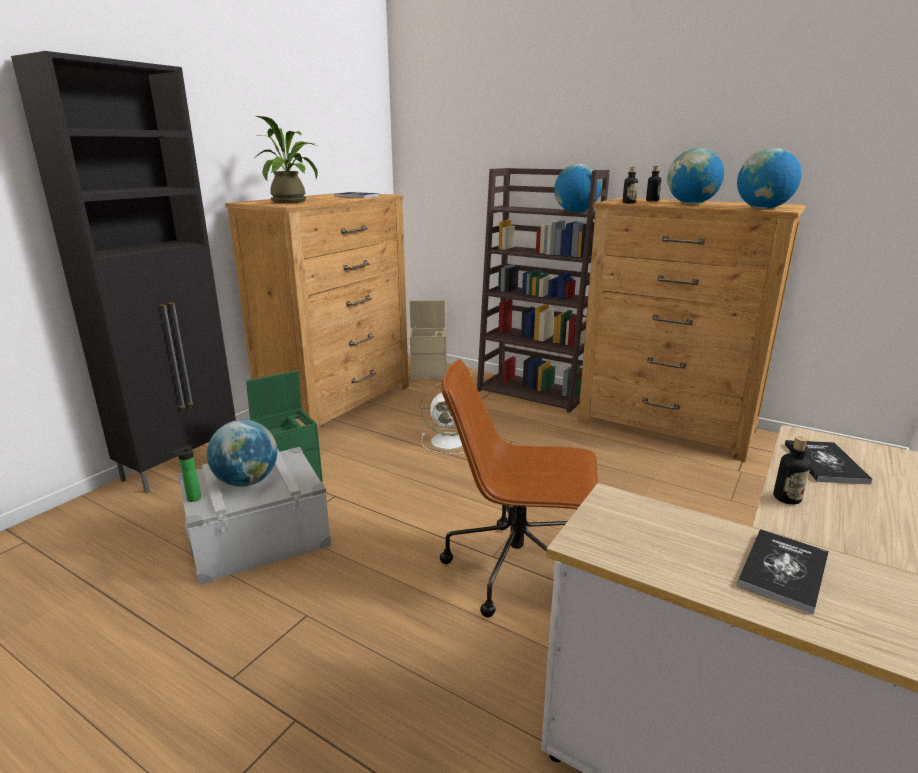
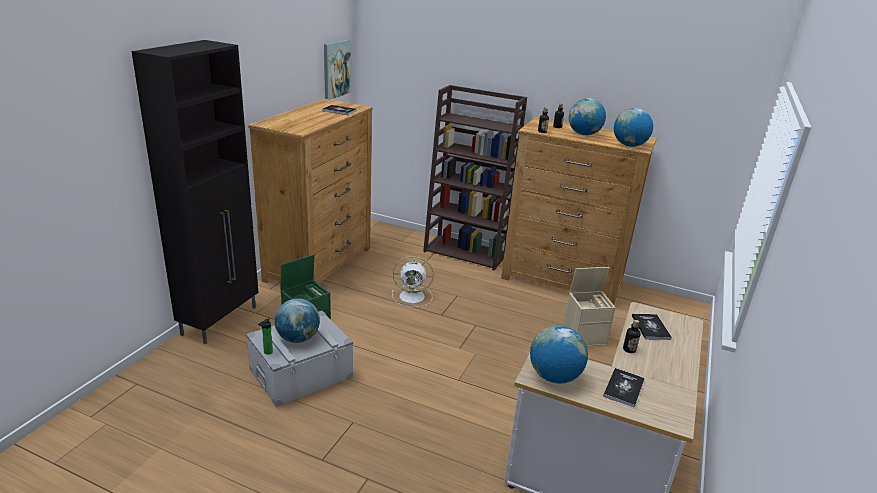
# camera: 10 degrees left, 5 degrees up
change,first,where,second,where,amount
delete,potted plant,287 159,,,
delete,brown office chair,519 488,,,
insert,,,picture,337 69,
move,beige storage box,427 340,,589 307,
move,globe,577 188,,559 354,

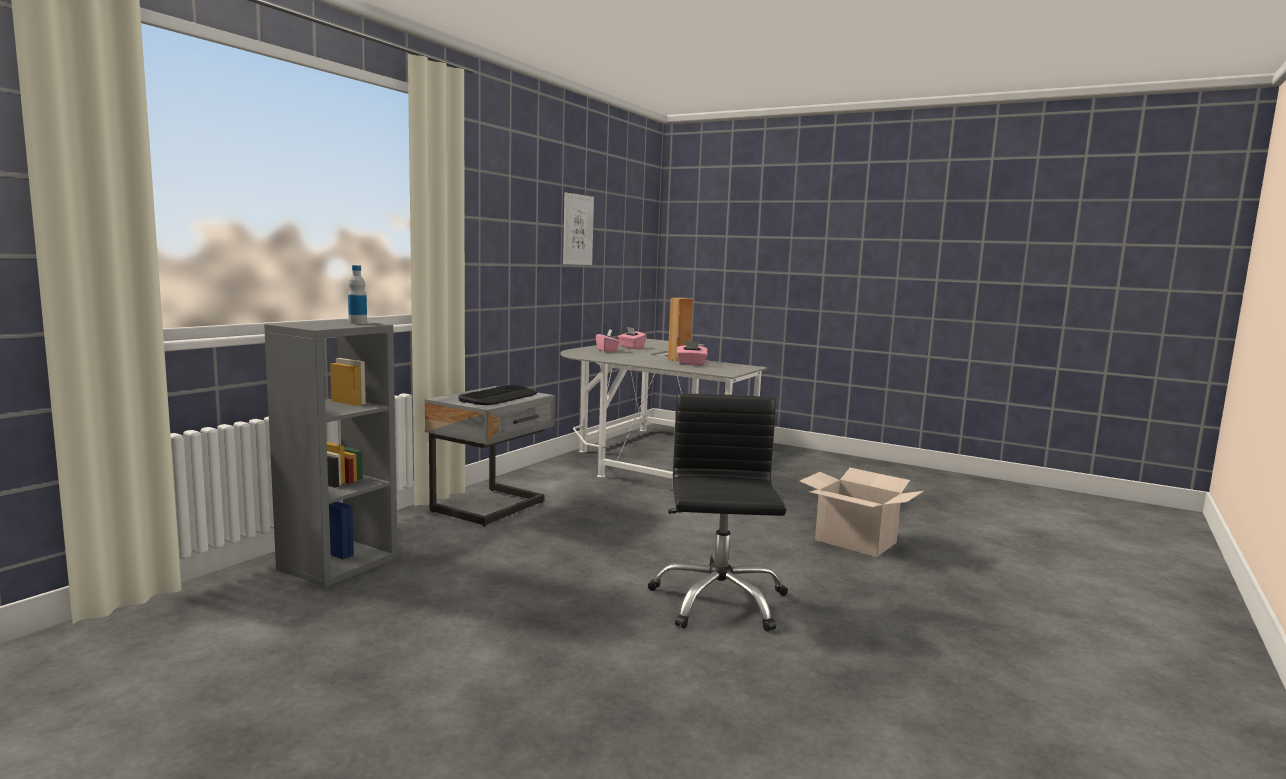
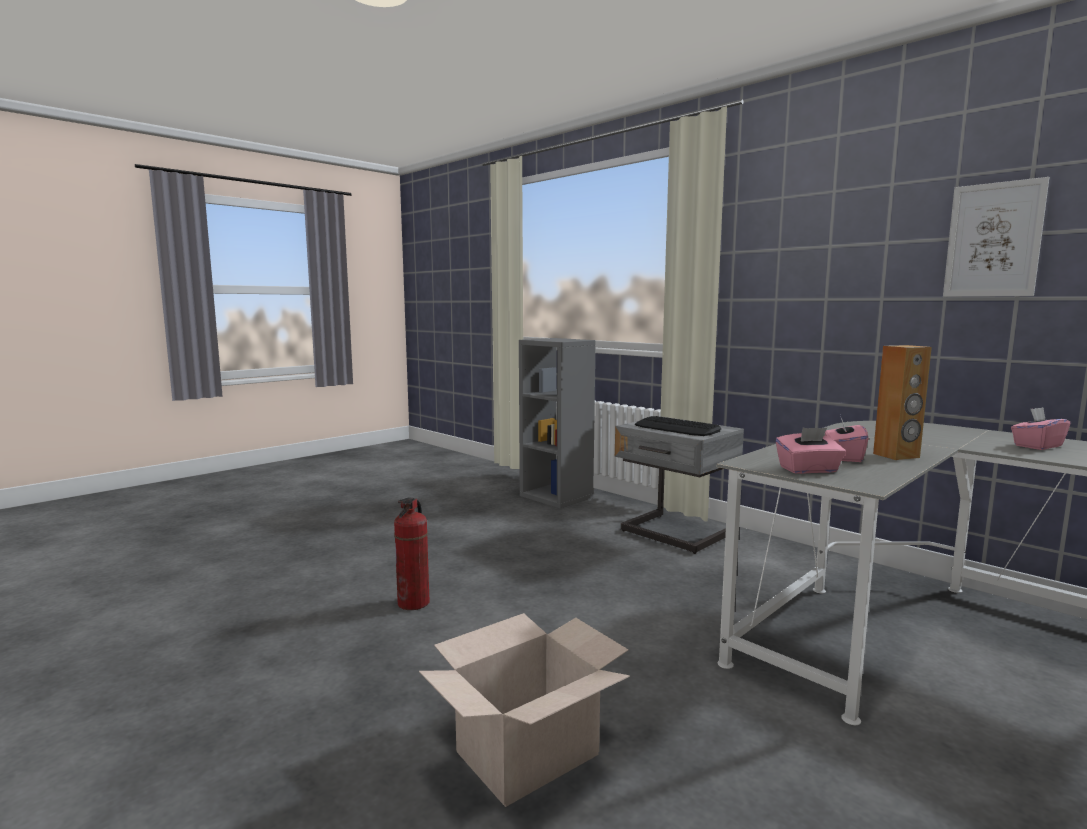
# camera: 105 degrees right, 0 degrees up
change,first,where,second,where,amount
delete,bottle,357 294,,,
move,pink tissue box,608 340,,811 451,
replace,black office chair,718 513,fire extinguisher,412 553,

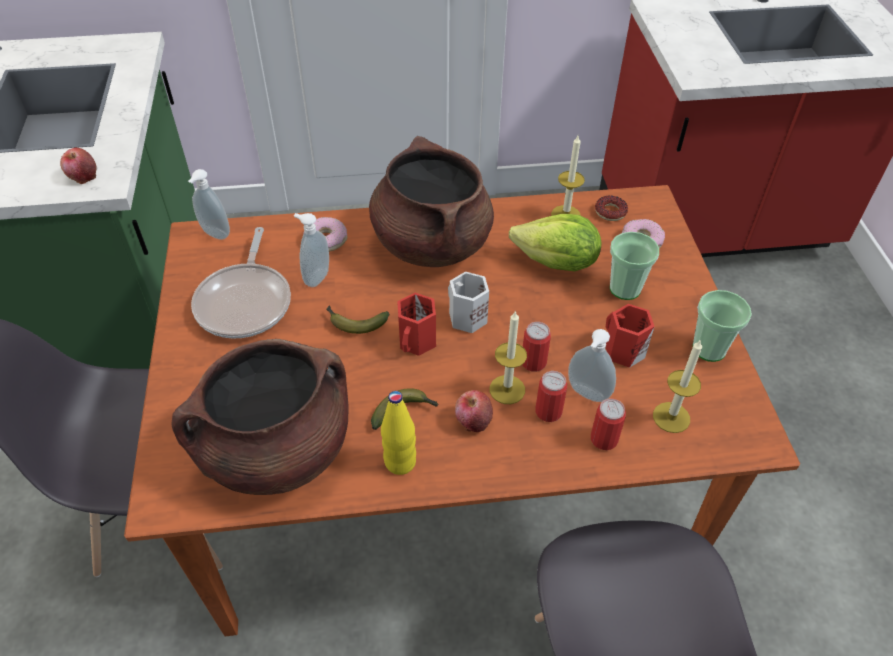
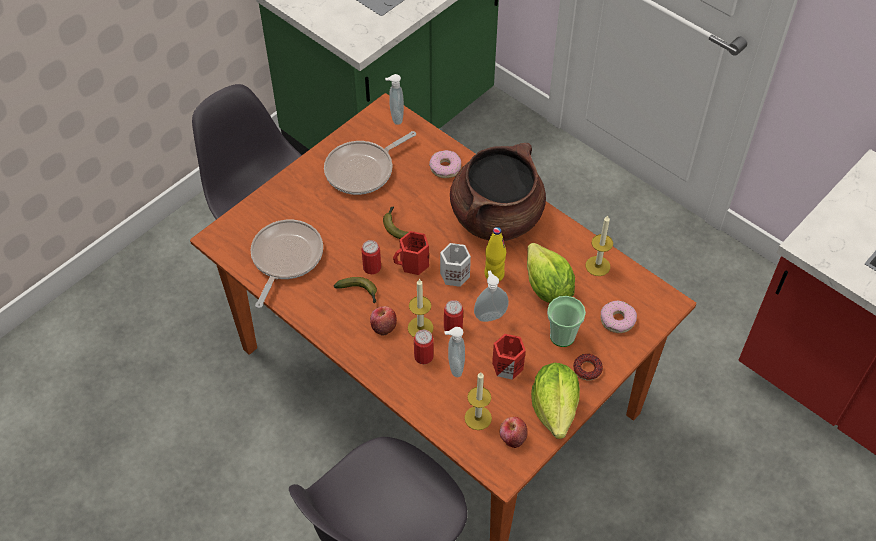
# camera: 50 degrees right, 5 degrees up
change,first,where,second,where,amount
move,apple,78 166,,513 432,
move,soap dispenser,311 250,,491 296,
move,yellow bottle,398 433,,495 254,
move,can,608 424,,371 257,
move,donut,611 208,,588 367,
replace,brown cooking pot,260 417,frying pan,286 264,
replace,cup,722 326,lettuce,555 401,

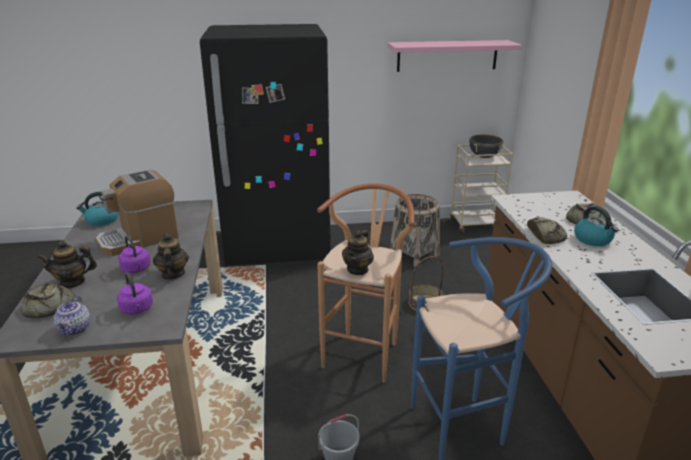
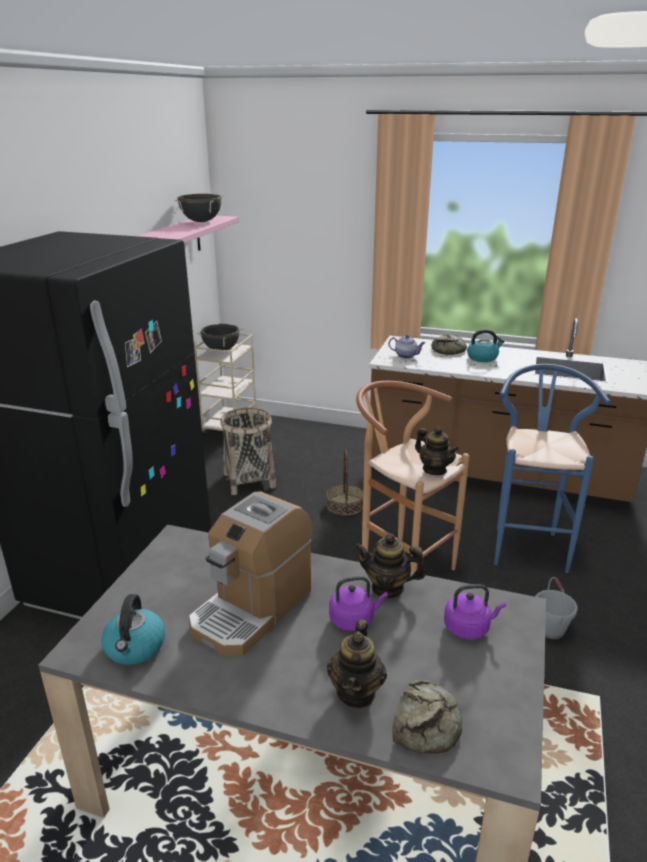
# camera: 65 degrees left, 0 degrees up
change,first,where,second,where,amount
delete,bread,547 230,,,
insert,,,black cooking pot,199 208,
move,teapot,71 316,,407 347,
rotate,coffee machine,137 213,,250 573,45 degrees clockwise

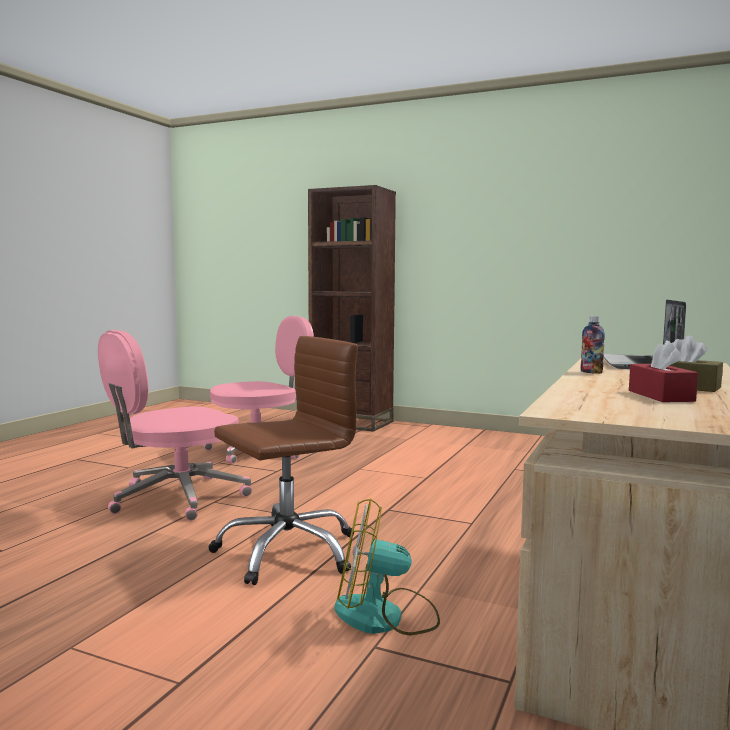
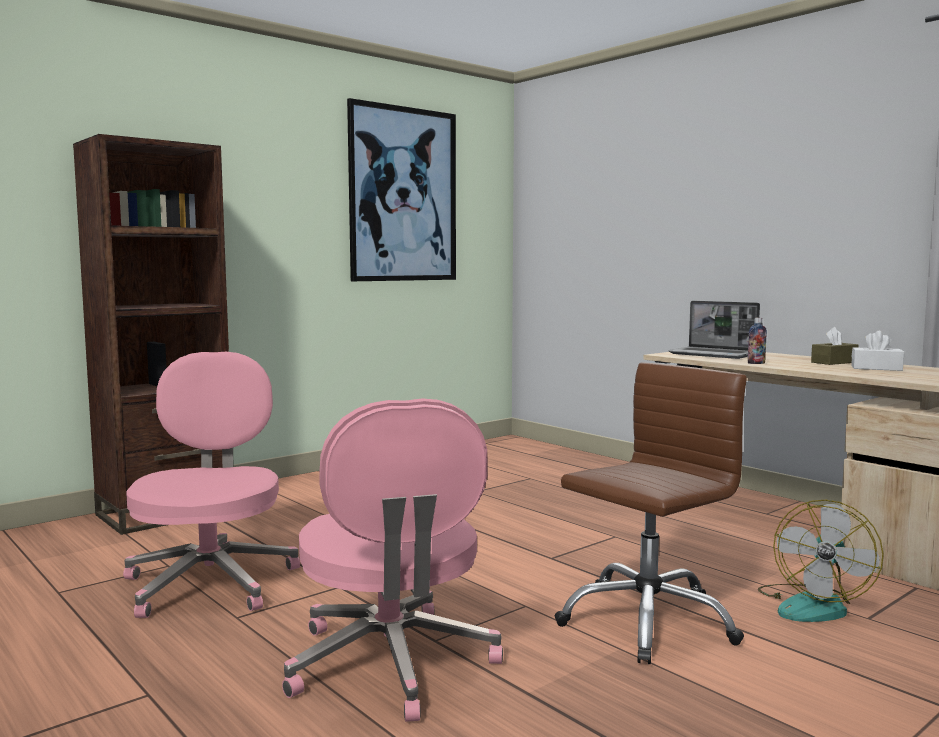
# camera: 65 degrees left, 0 degrees up
change,first,where,second,where,amount
insert,,,picture,401 189,
recolor,red tissue box,663 371,white tissue box,877 351,
rotate,brown office chair,283 460,,651 513,60 degrees clockwise

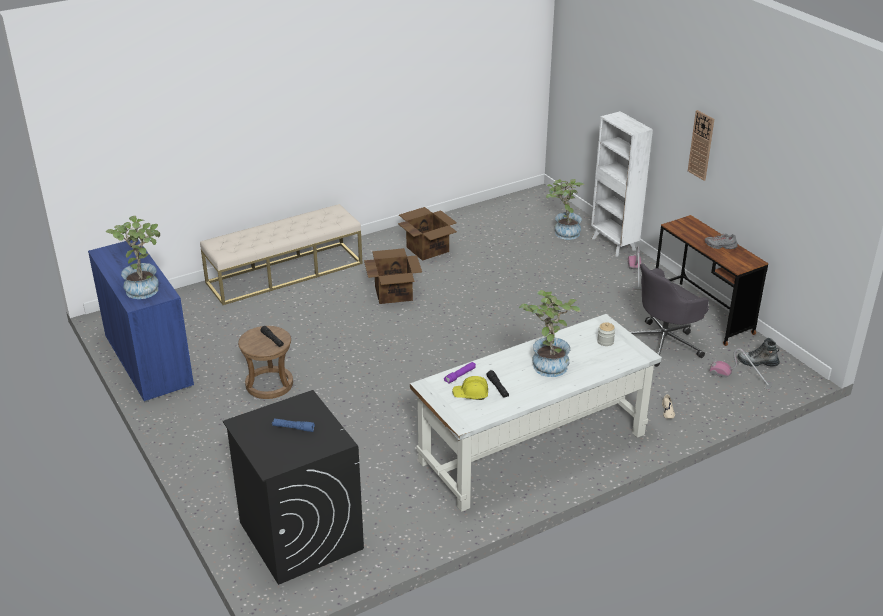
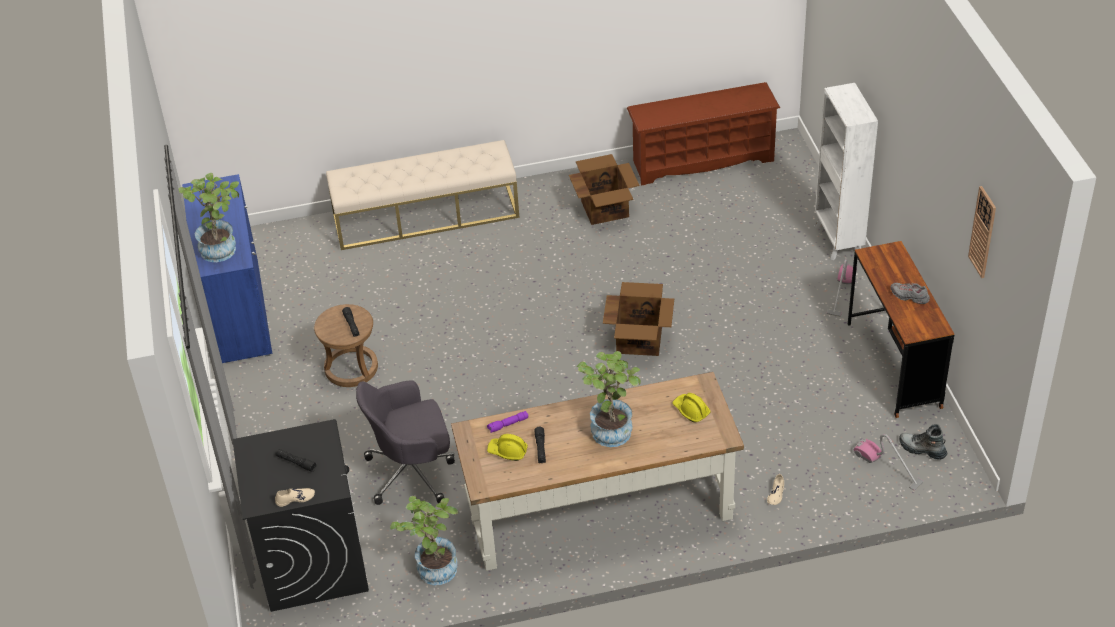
# camera: 20 degrees right, 10 degrees up
change,first,where,second,where,amount
insert,,,beige shoe,295 497,
insert,,,brown shoe rack,703 134,
move,cardboard box,393 276,,638 319,
move,potted plant,565 209,,424 540,
move,grey office chair,669 315,,405 442,
move,wall clock,701 145,,982 232,
replace,jar,606 334,yellow hard hat,691 408,
recolor,blue flashlight,293 425,black flashlight,296 460,
recolor,white desk,536 413,brown desk,597 471,

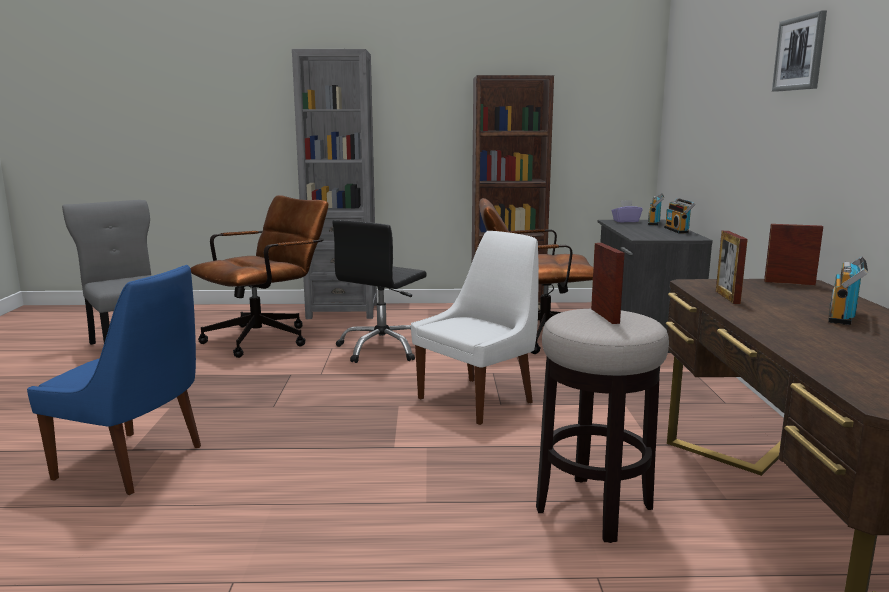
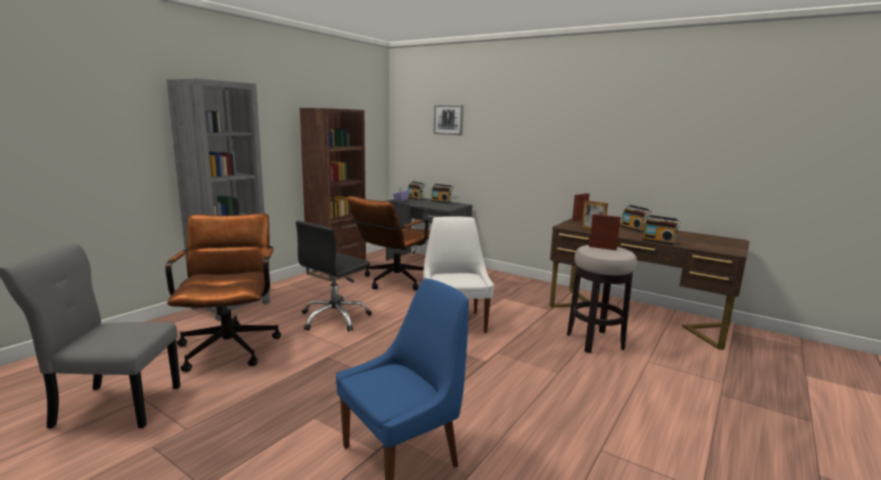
# camera: 55 degrees left, 0 degrees up
change,first,where,second,where,amount
insert,,,radio,661 230,
move,picture,799 51,,449 119,
rotate,black office chair,379 291,,334 276,60 degrees clockwise

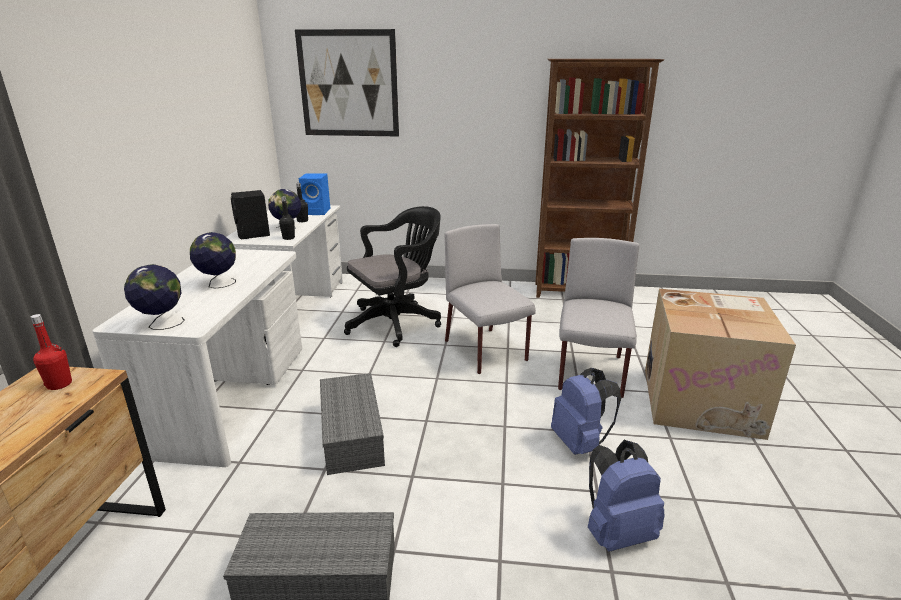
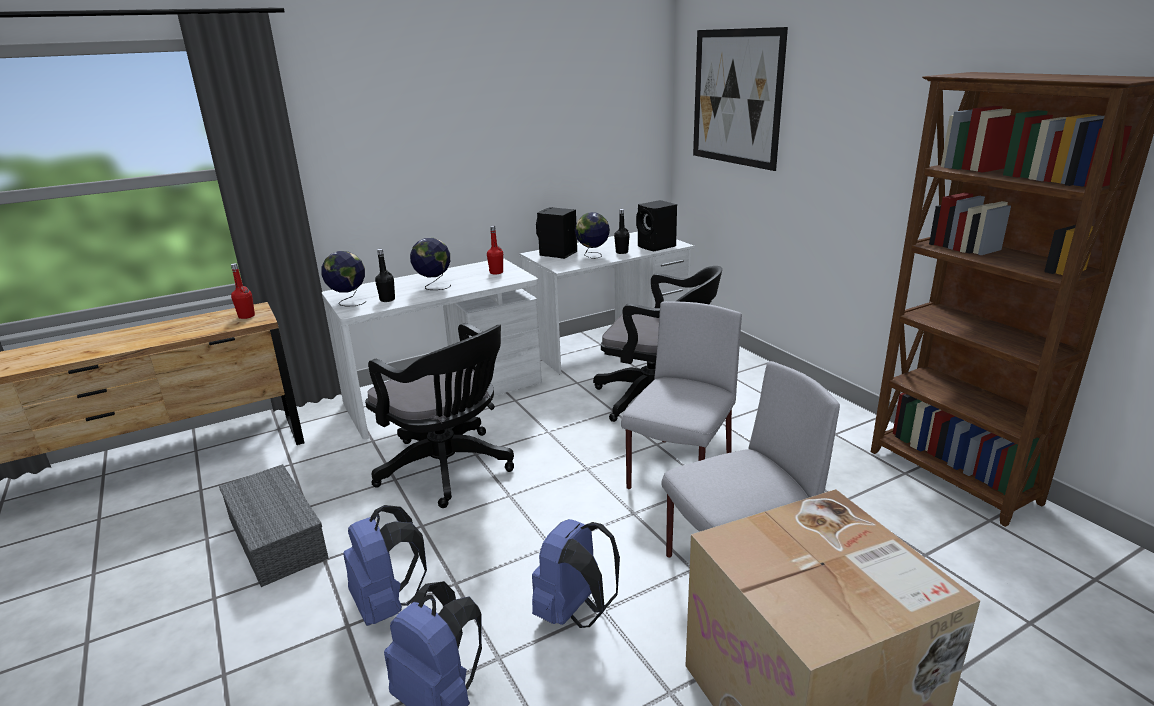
# camera: 55 degrees right, 0 degrees up
change,first,where,second,where,amount
insert,,,blue backpack,385 565,
insert,,,red bottle,495 250,
move,black bottle,287 218,,385 275,
replace,grey storage box,352 424,black office chair,439 415,
recolor,blue speaker,315 194,black speaker,656 225,

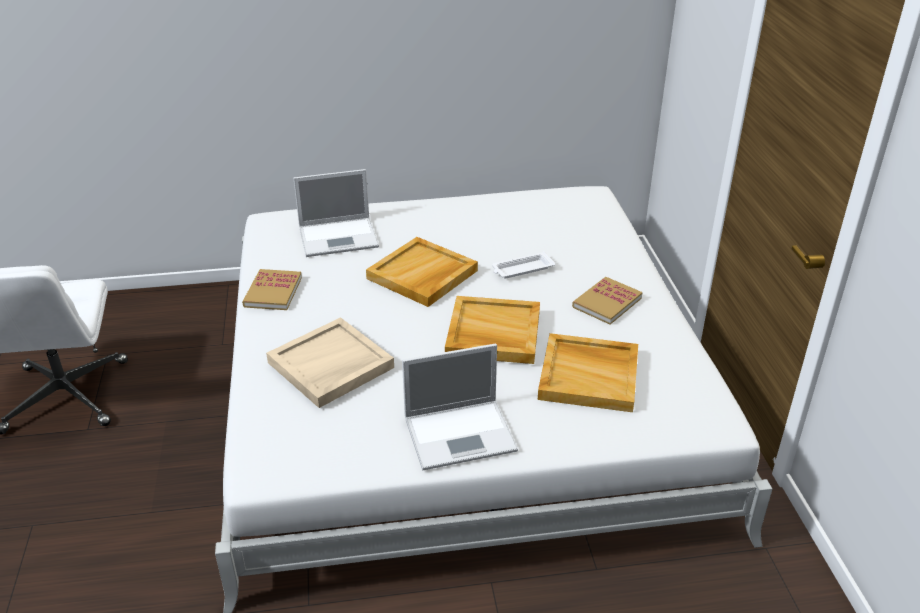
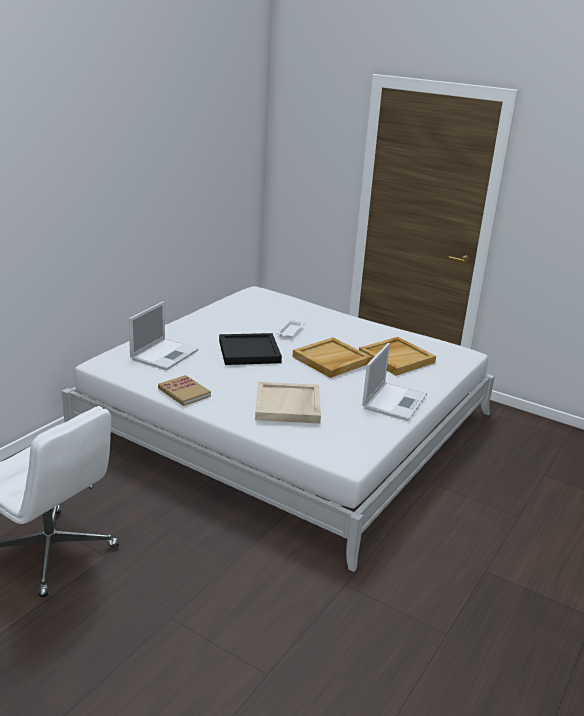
# camera: 50 degrees left, 10 degrees down
change,first,where,second,where,amount
delete,book,607 300,,,
recolor,beige tray,422 272,black tray,250 349,

